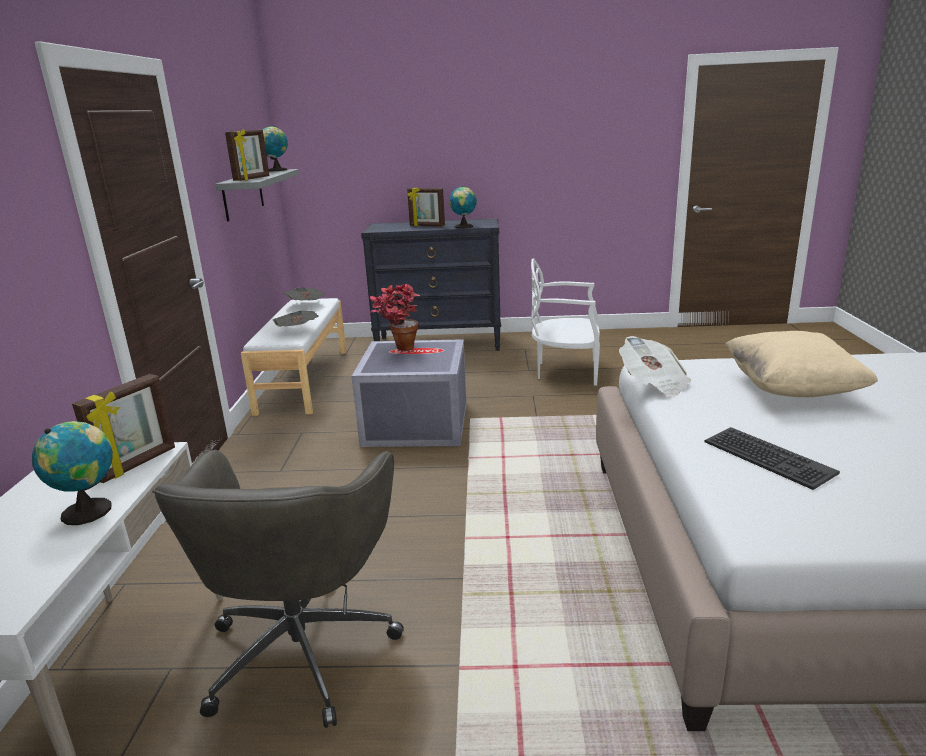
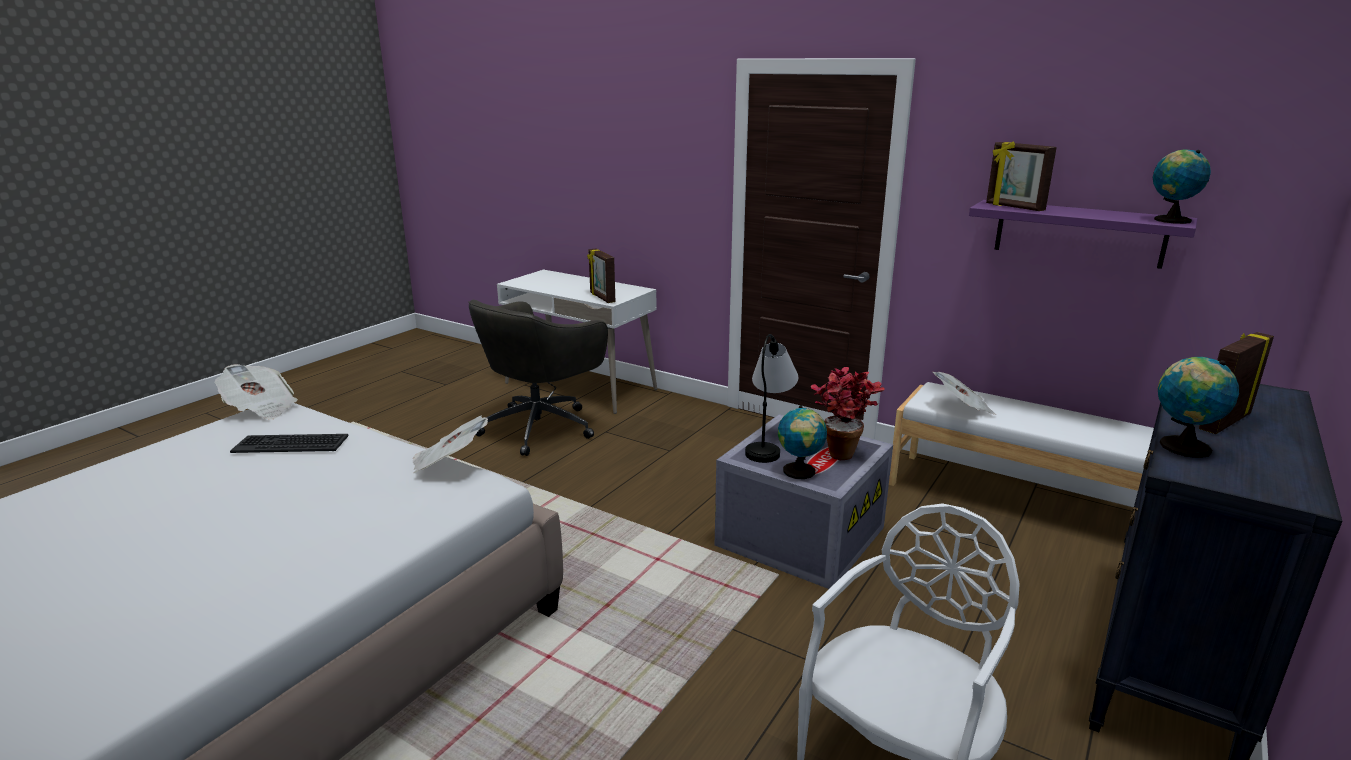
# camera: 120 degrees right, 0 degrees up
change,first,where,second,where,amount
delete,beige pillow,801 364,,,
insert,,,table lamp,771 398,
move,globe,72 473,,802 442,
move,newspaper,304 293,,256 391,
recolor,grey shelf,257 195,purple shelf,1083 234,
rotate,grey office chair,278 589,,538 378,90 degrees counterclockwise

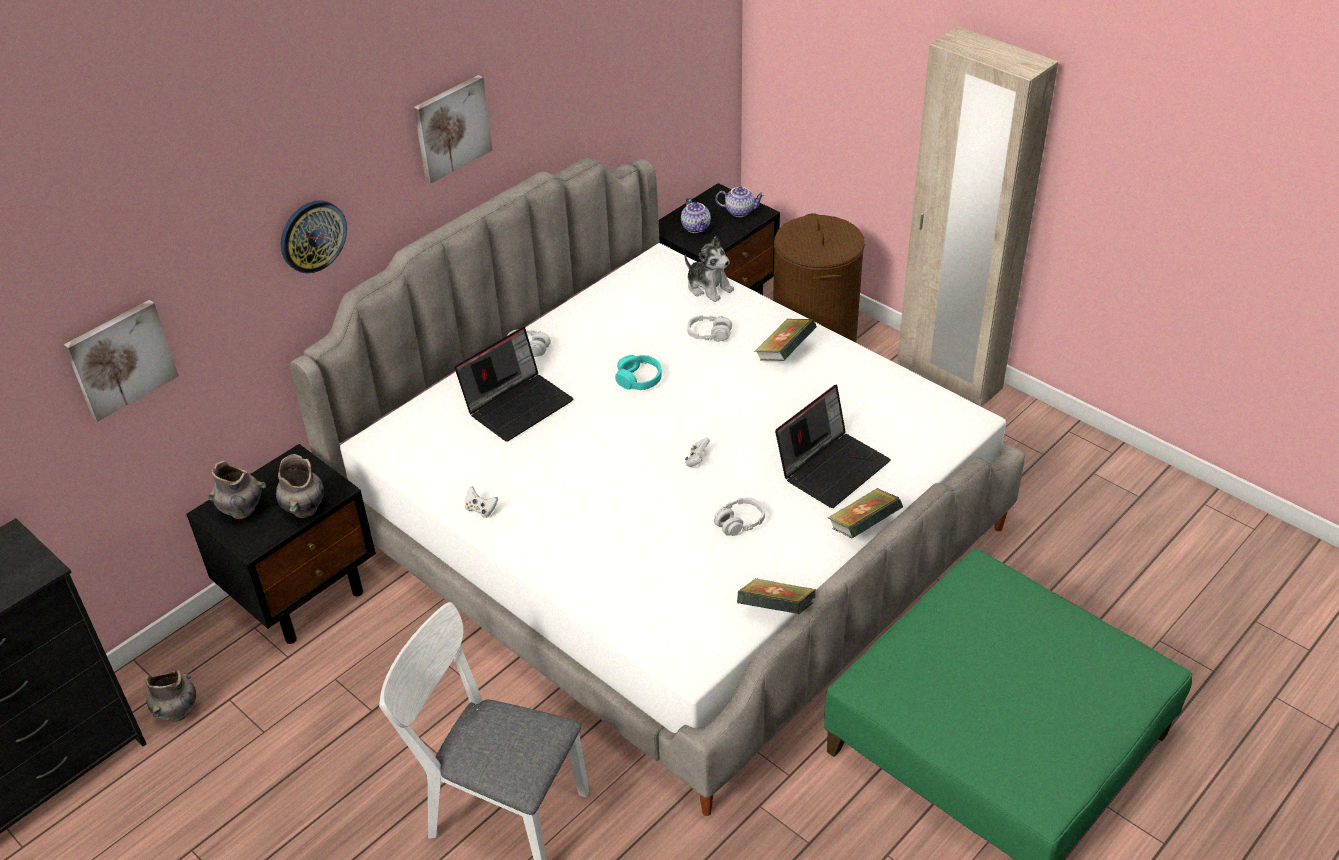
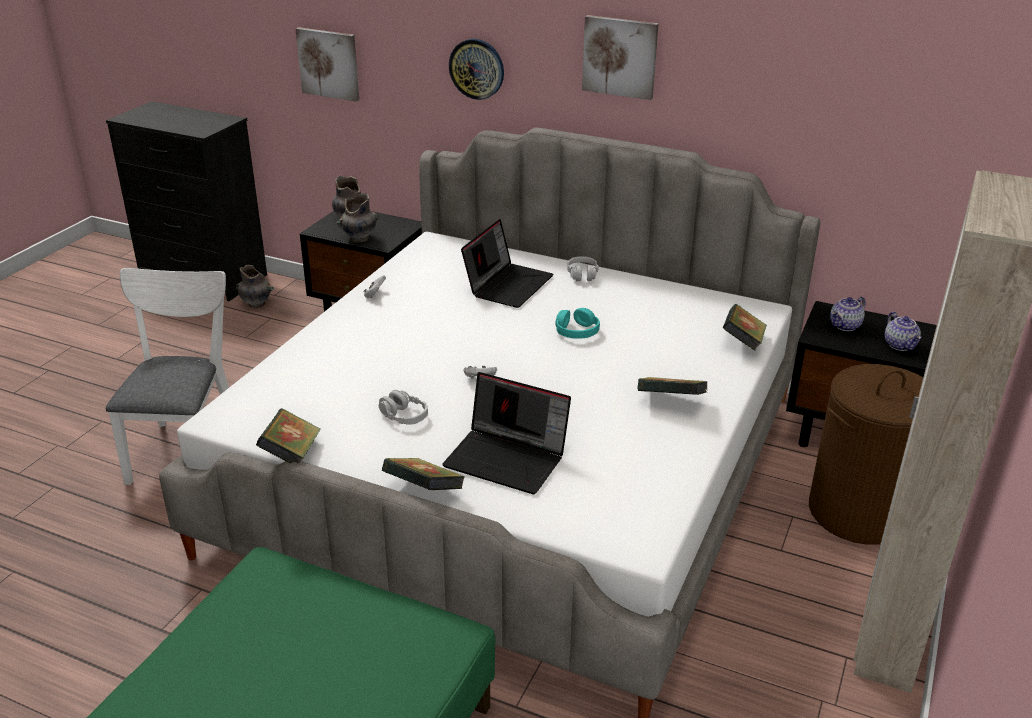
# camera: 70 degrees right, 10 degrees down
change,first,where,second,where,amount
delete,grey headphones,709 328,,,
replace,plush toy,709 269,book,745 327,
rotate,laptop,514 384,,507 263,90 degrees counterclockwise

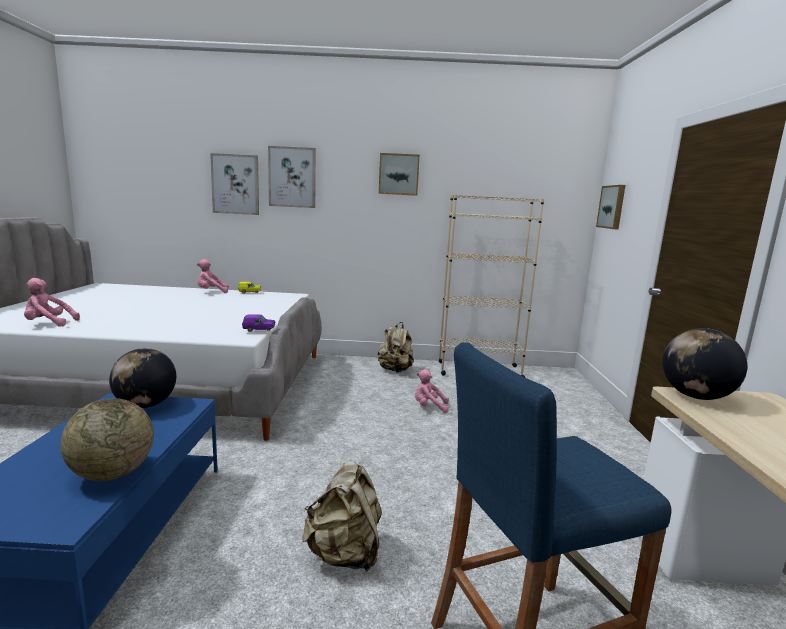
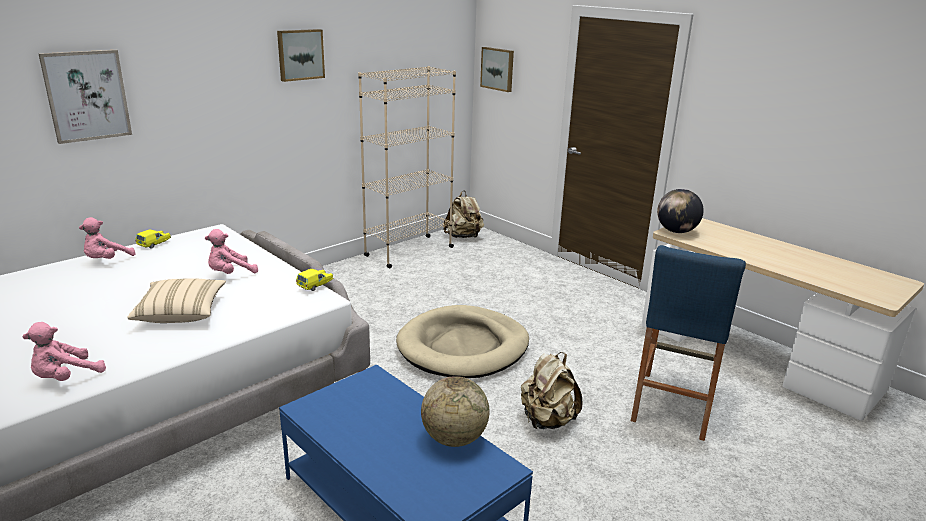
# camera: 45 degrees left, 10 degrees up
change,first,where,second,where,amount
delete,globe,142 378,,,
delete,picture,292 177,,,
insert,,,beige pillow,176 300,
insert,,,beige dog bed,462 341,
move,beige backpack,396 347,,463 214,
move,pink plush toy,432 391,,231 251,
recolor,purple toy car,258 323,yellow toy car,314 280,

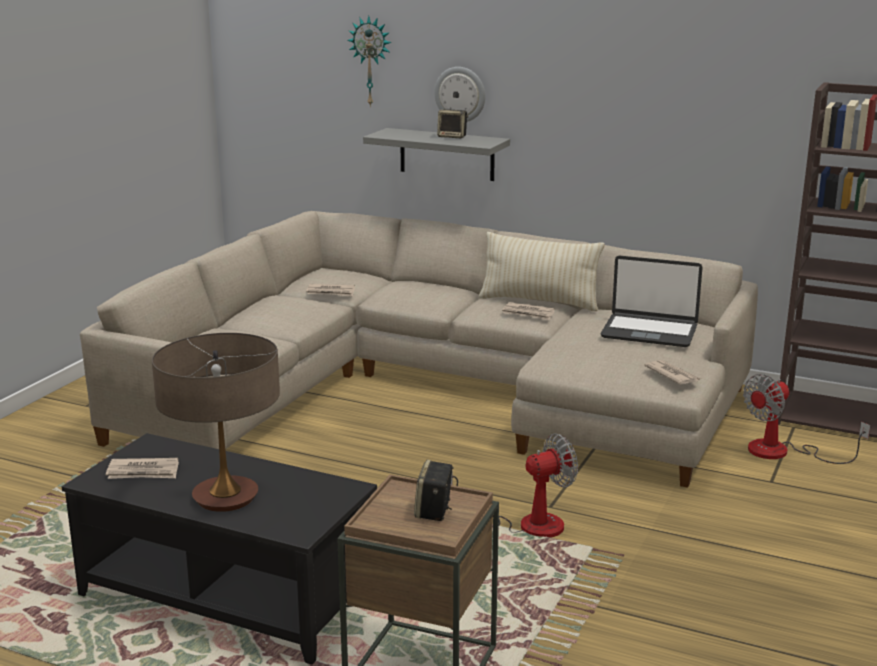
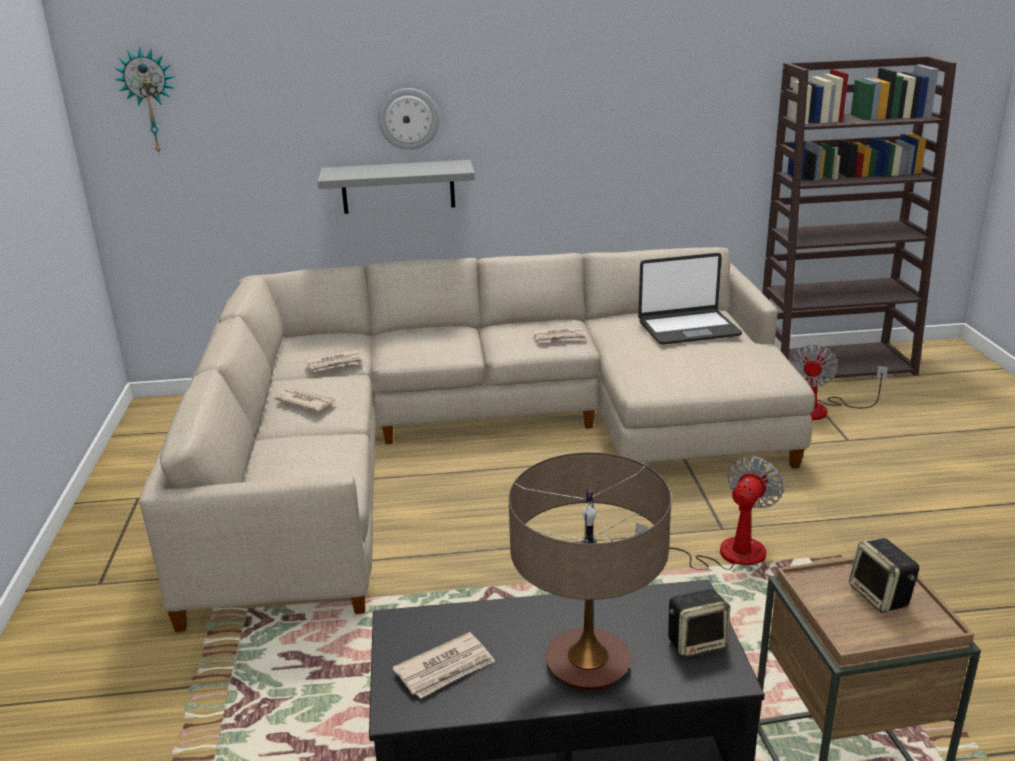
# camera: 30 degrees left, 5 degrees up
change,first,where,second,where,amount
delete,beige pillow,542 271,,,
move,wall clock,369 61,,145 100,
move,speaker,453 123,,699 623,
move,newspaper,672 372,,304 399,

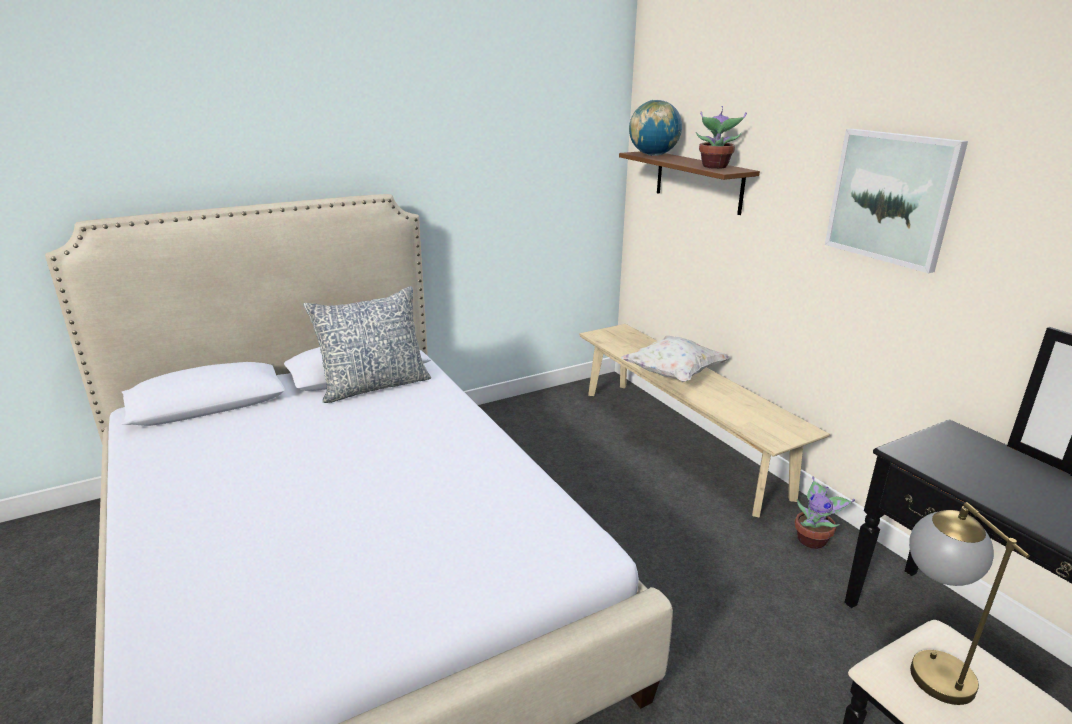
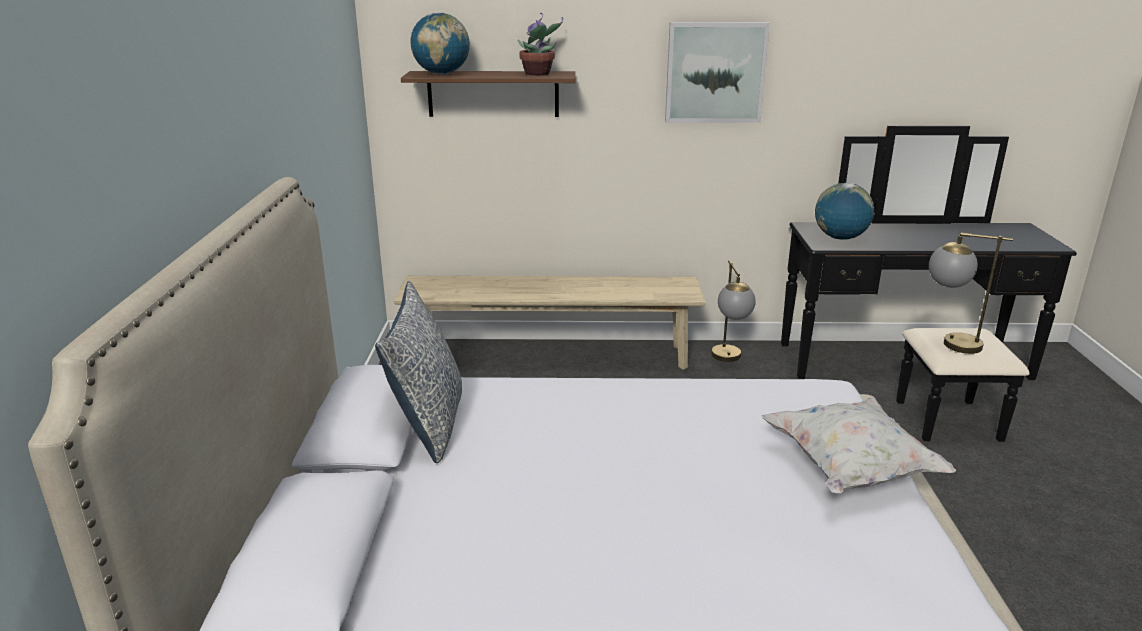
# camera: 60 degrees left, 0 degrees up
change,first,where,second,where,amount
insert,,,globe,844 211,
move,white pillow,676 359,,858 445,
replace,potted plant,824 512,table lamp,733 311,

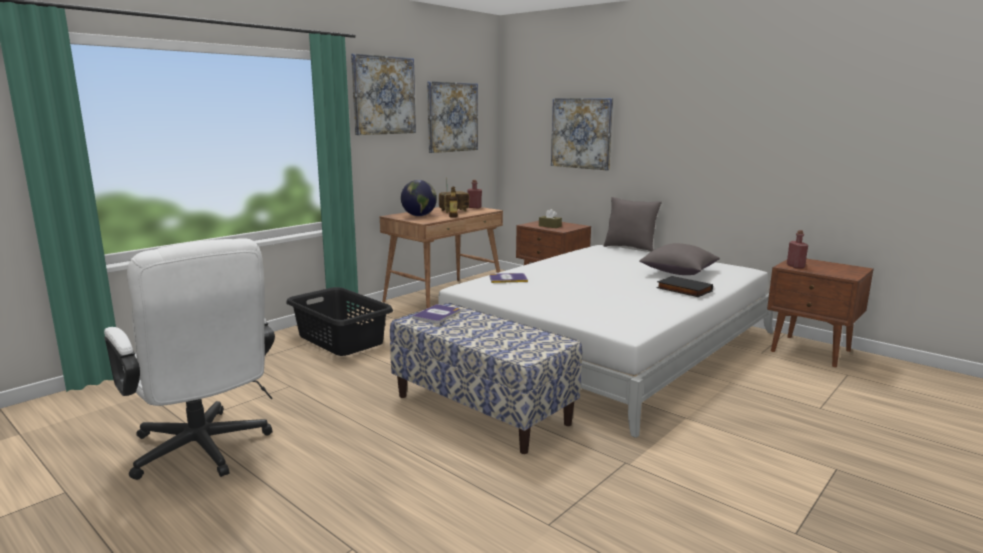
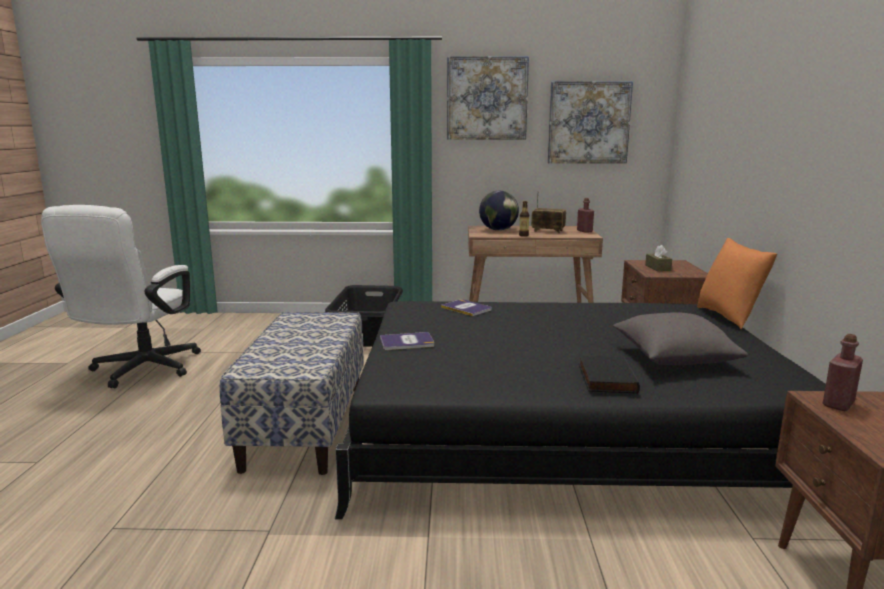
# camera: 50 degrees right, 0 degrees up
change,first,where,second,where,amount
delete,picture,582 134,,,
move,book,436 313,,407 341,
recolor,white bed,605 341,black bed,580 410,
recolor,grey pillow,633 224,orange pillow,737 283,

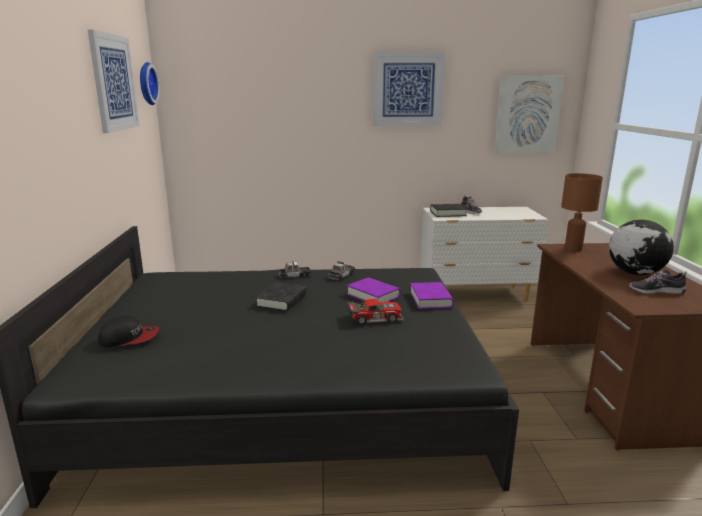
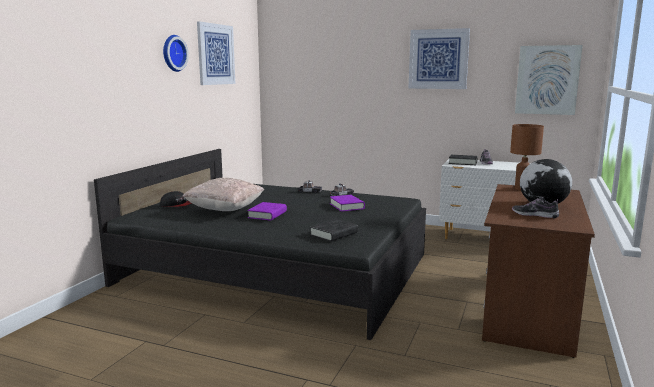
# camera: 25 degrees right, 5 degrees down
change,first,where,second,where,amount
delete,toy car,376 312,,,
insert,,,beige pillow,223 194,
move,wall clock,150 83,,176 53,
move,black book,281 296,,334 230,
move,purple book,432 295,,267 211,

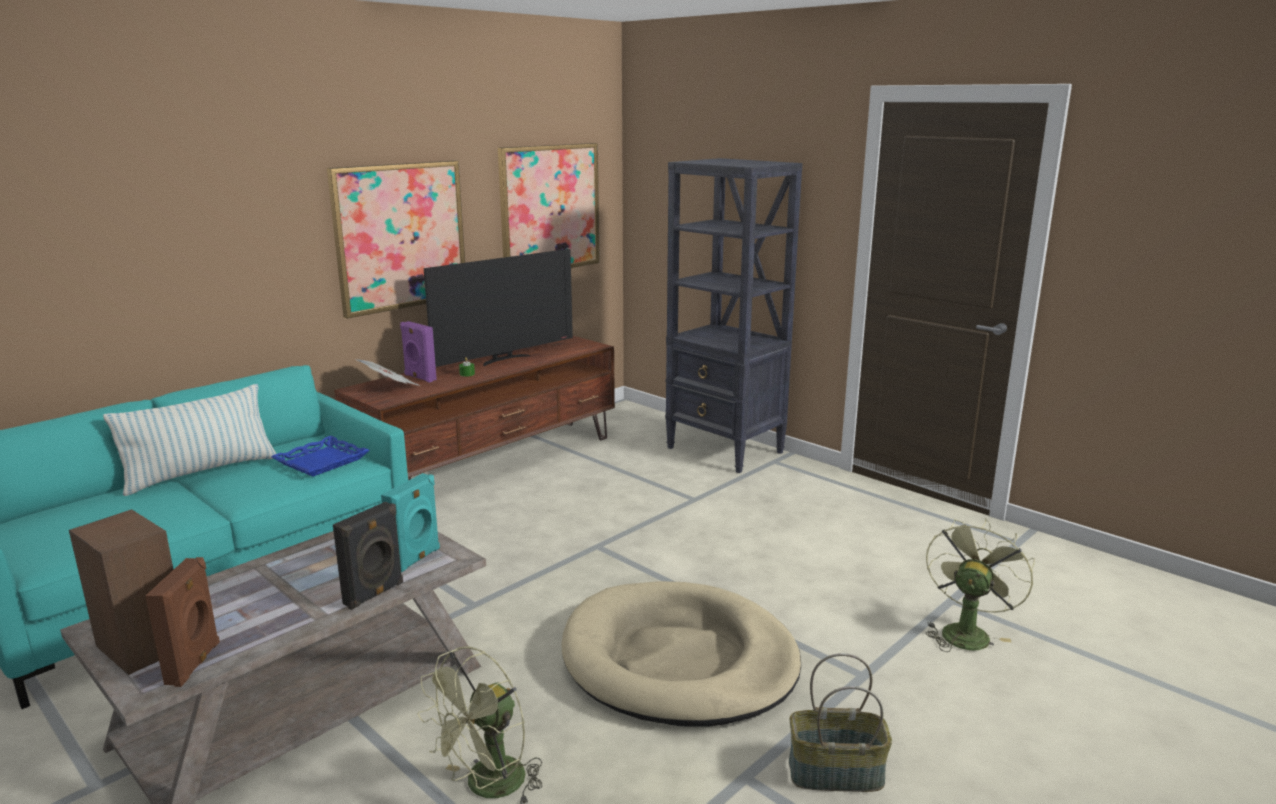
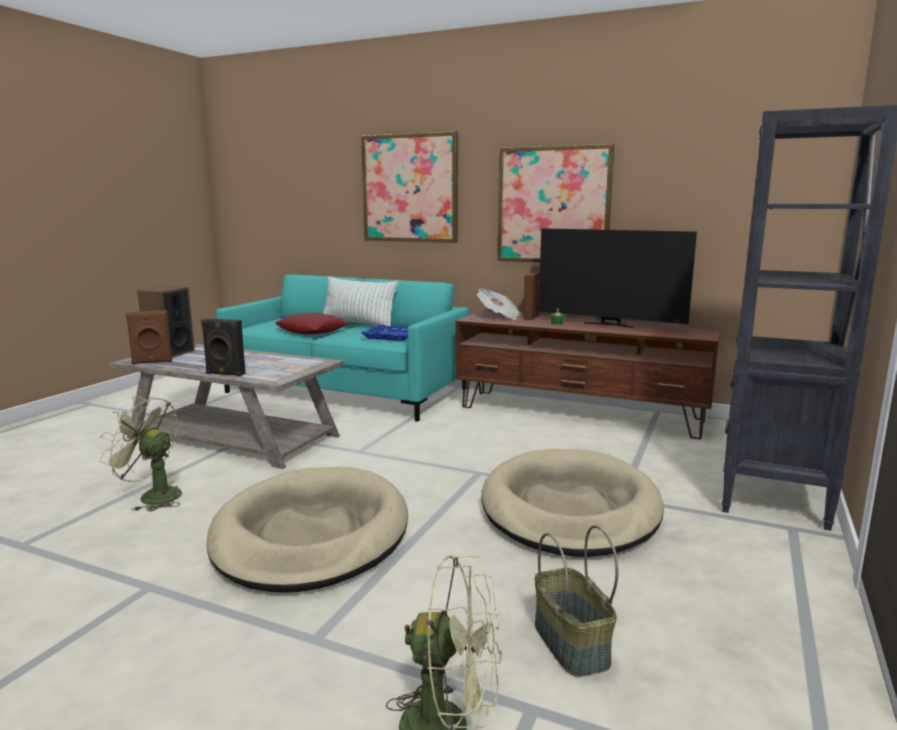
# camera: 70 degrees right, 5 degrees down
change,first,where,second,where,amount
delete,turquoise speaker,410 523,,,
insert,,,red pillow,312 324,
insert,,,beige dog bed,572 503,
move,picture,549 205,,409 187,
move,basket,840 722,,576 601,
recolor,purple speaker,418 352,brown speaker,531 296,

